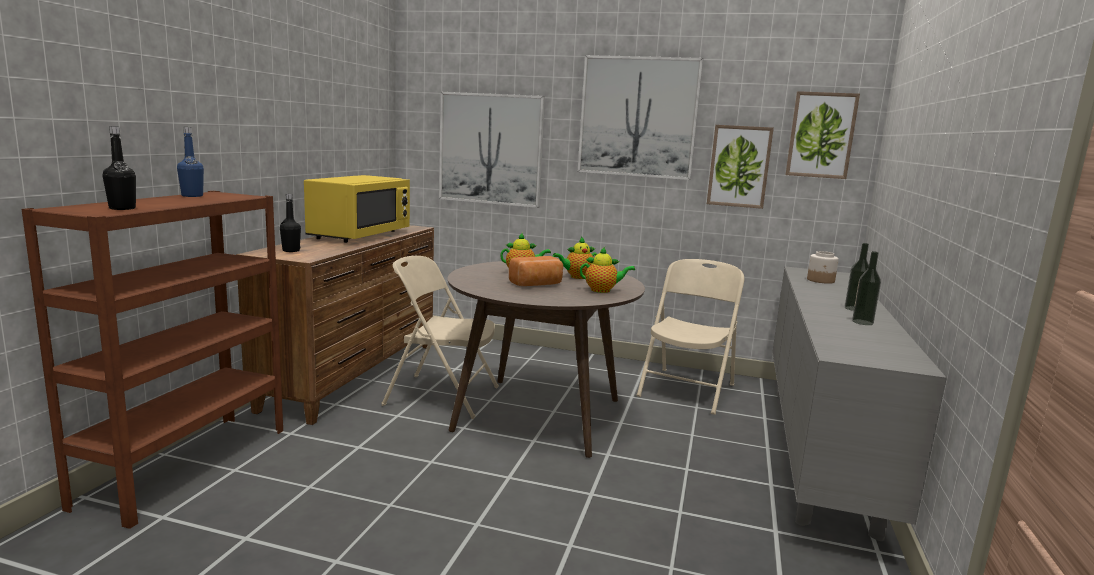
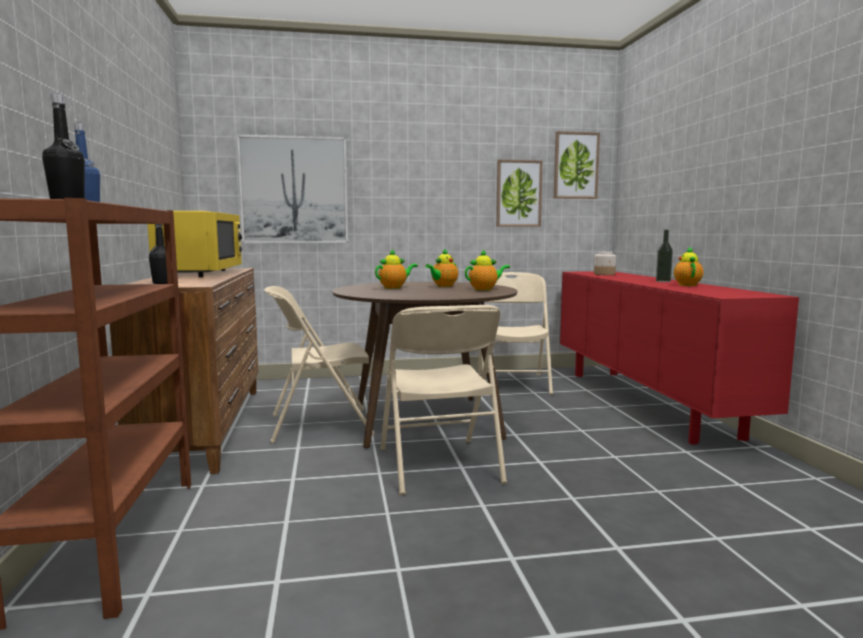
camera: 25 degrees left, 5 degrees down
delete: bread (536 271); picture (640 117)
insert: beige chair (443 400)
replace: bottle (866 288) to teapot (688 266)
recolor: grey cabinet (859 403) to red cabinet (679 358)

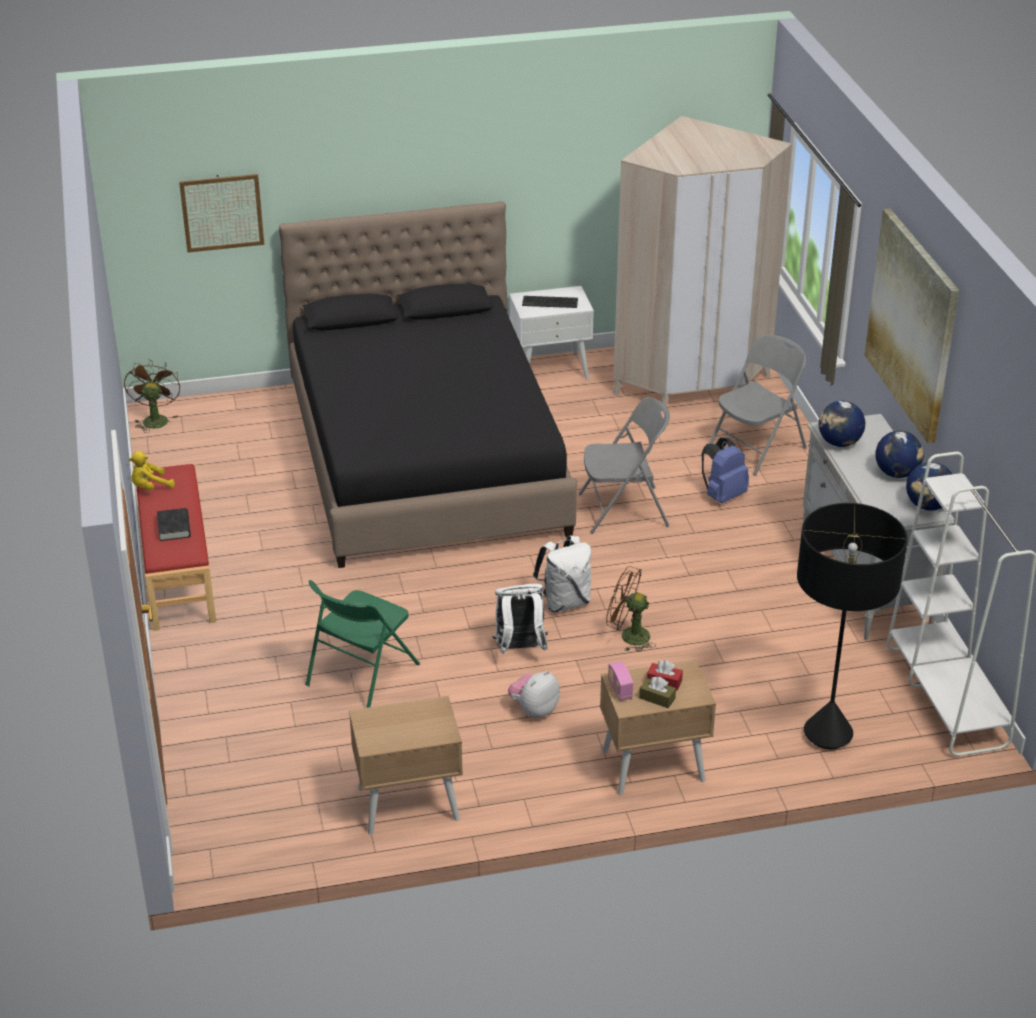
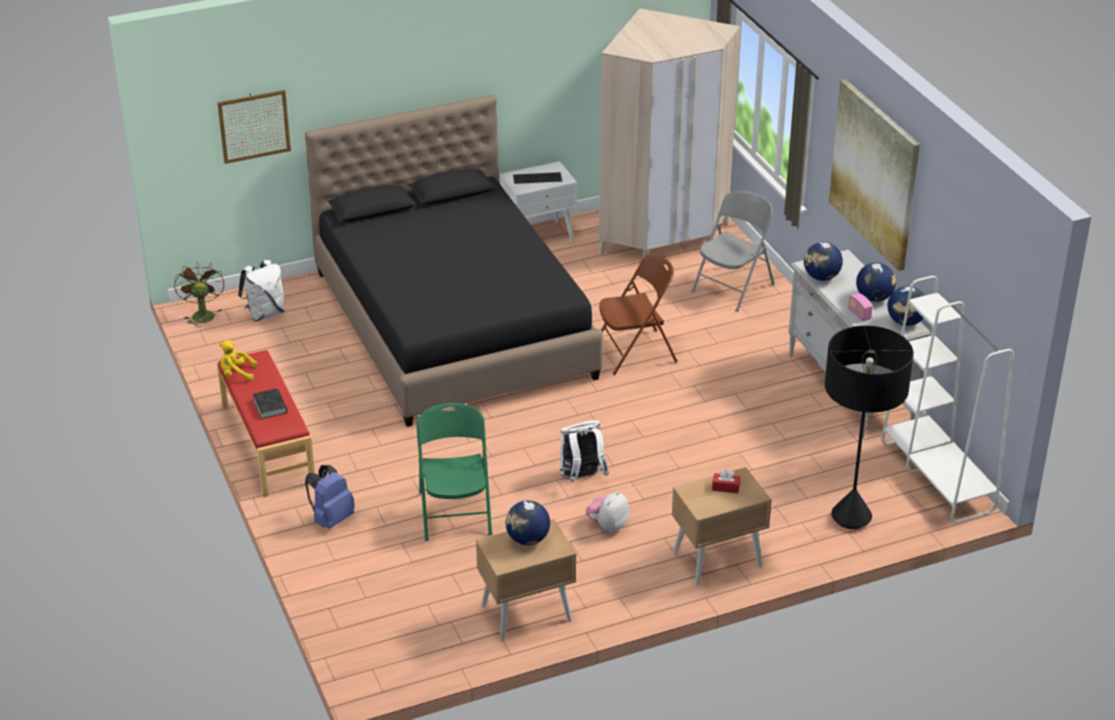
camera: 10 degrees left, 0 degrees up
delete: brown fan (631 609); brown tissue box (657 692)
insert: globe (528 522)
move: white backpack (562 574) to (261 290); radio (620 681) to (860 307); blue backpack (725 470) to (330 497)
recolor: grey chair (624 465) to brown chair (638 314)
rotate: yellow plush toy (151 471) = (238 360) 45 degrees clockwise; green chair (362 644) = (454 472) 150 degrees clockwise

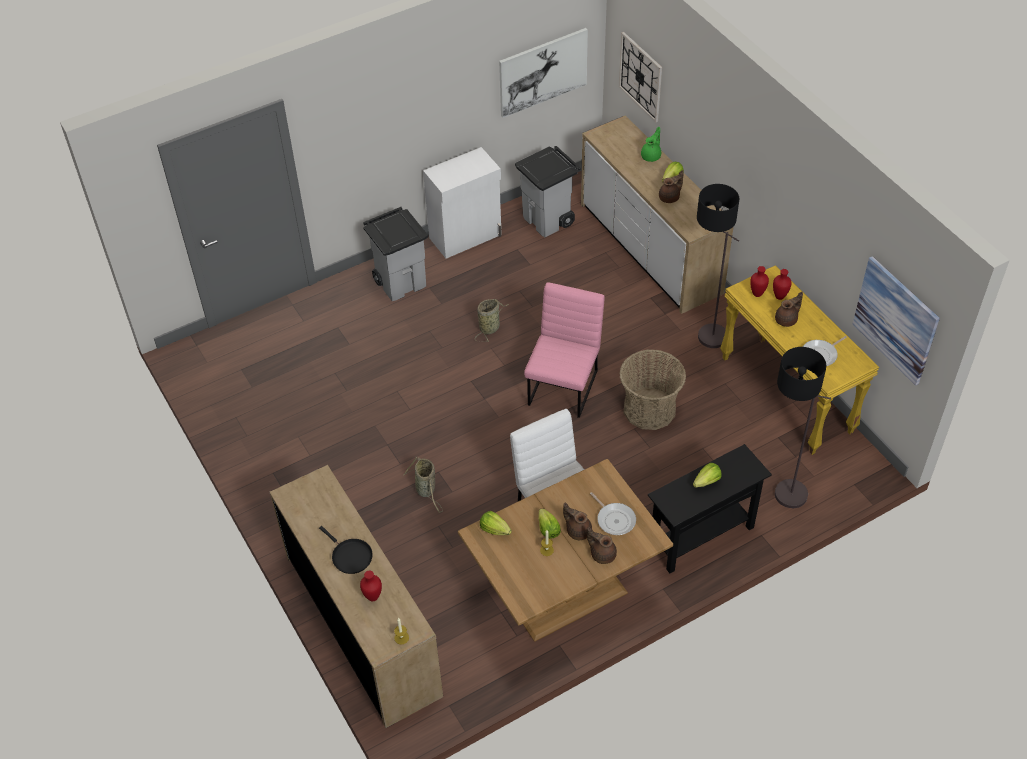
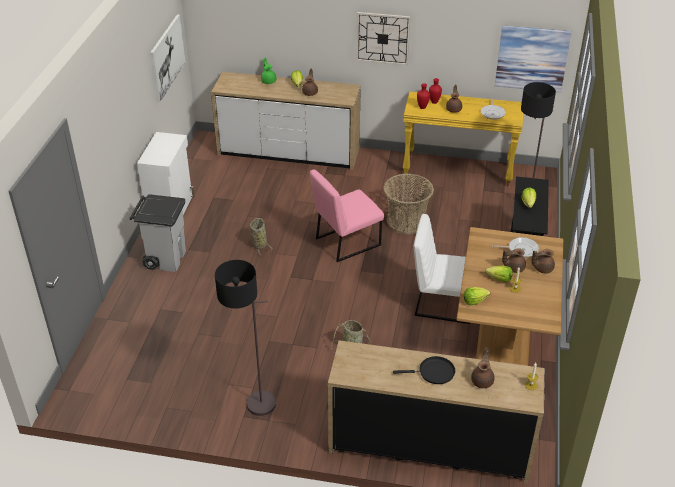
camera: 50 degrees left, 10 degrees down
delete: grey trash can (548 191)
move: wall clock (640 77) to (383 39); black floor lamp (718 266) to (245 338)
replace: red vase (371 586) to brown teapot (483 368)
rotate: pink chair (564 350) = (347 215) 90 degrees counterclockwise

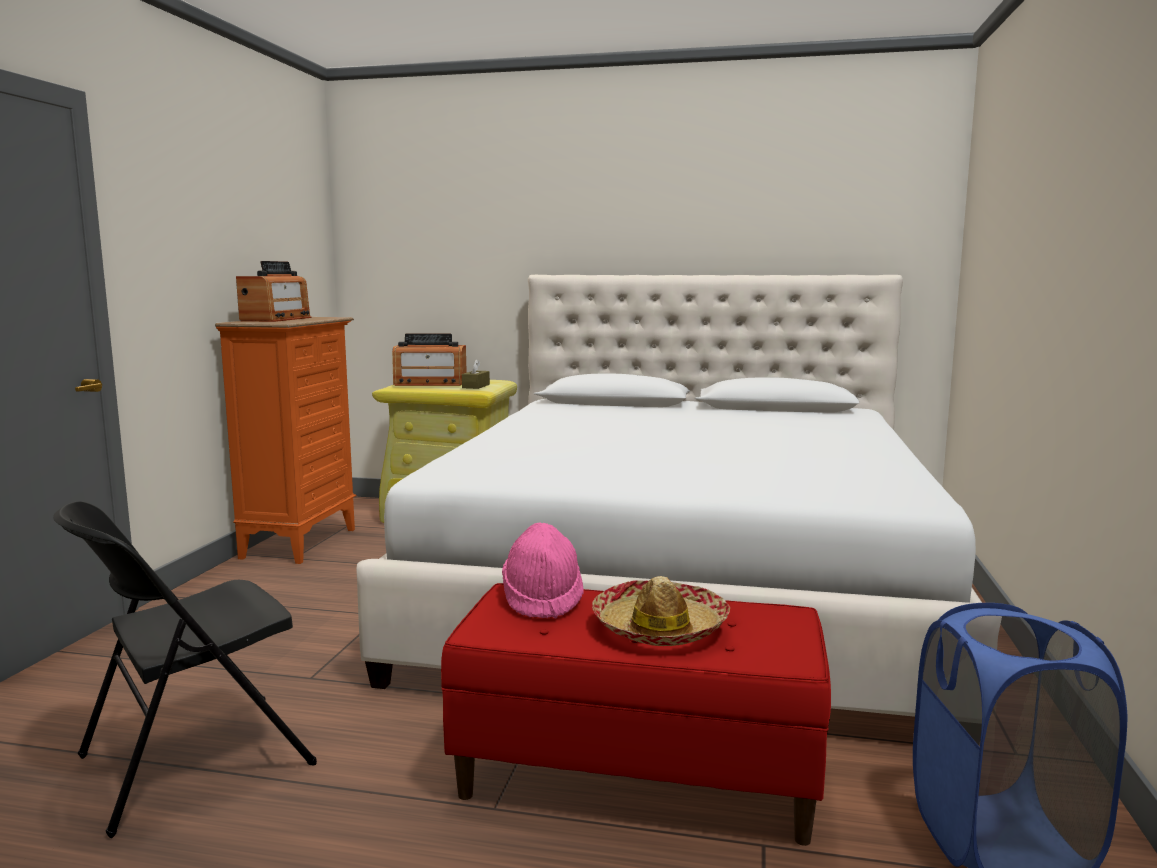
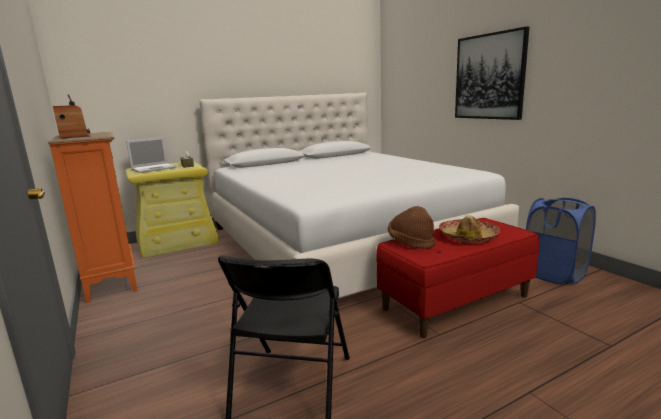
camera: 40 degrees left, 5 degrees up
insert: picture (492 73)
replace: radio (429 359) to laptop (151 155)
recolor: pink hat (543 570) to brown hat (412 227)

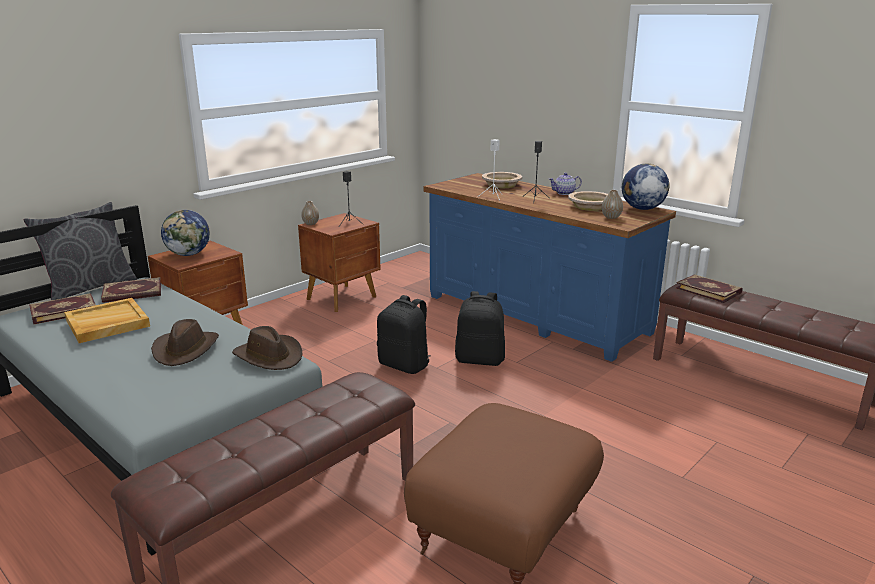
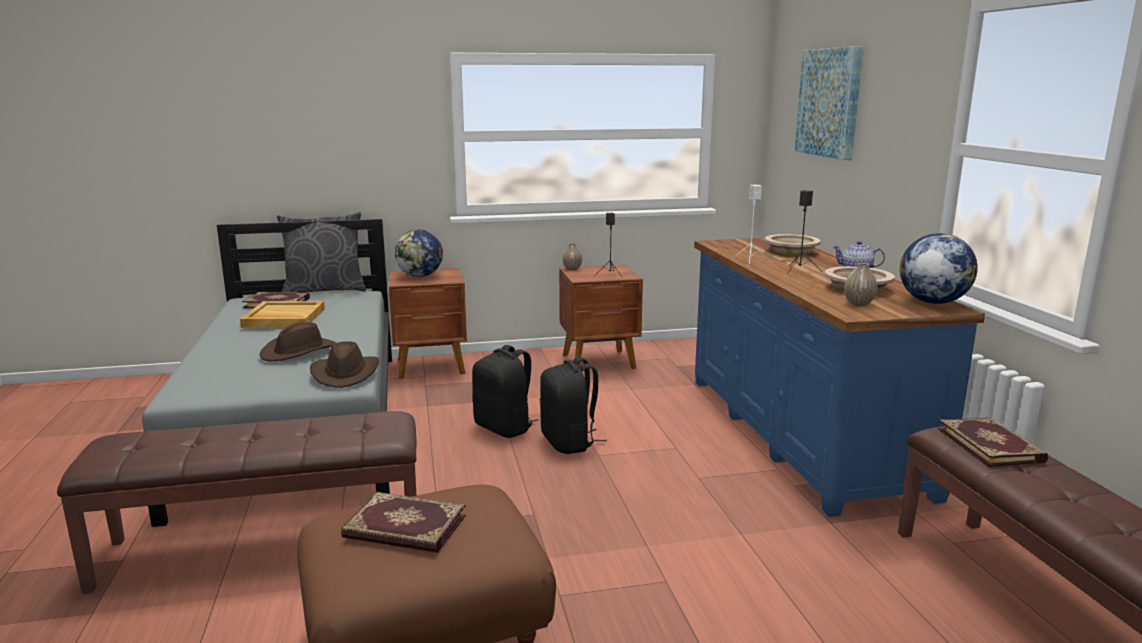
camera: 35 degrees right, 5 degrees down
insert: picture (829 103)
move: book (131 290) to (403 522); black backpack (480 328) to (505 391)

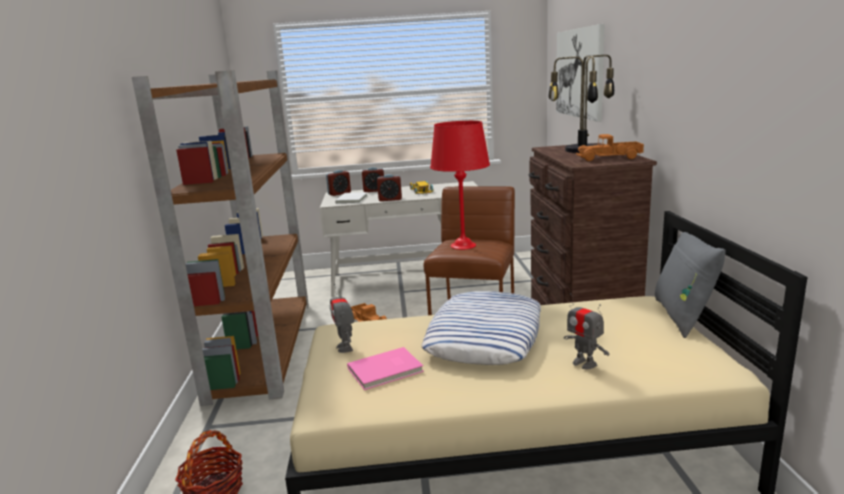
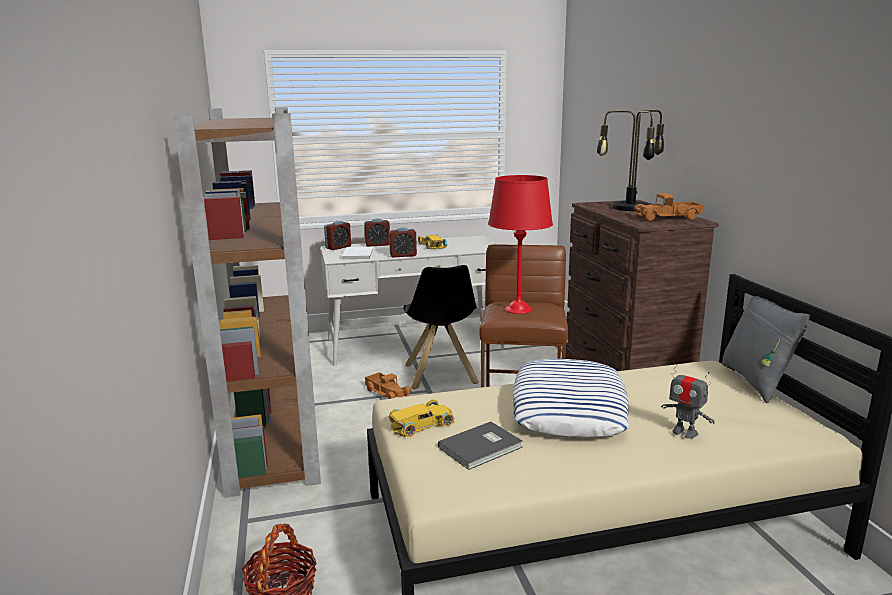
camera: 10 degrees left, 0 degrees up
delete: picture (580 73)
insert: black chair (441 327)
replace: toy robot (342 318) to yellow toy car (422 418)
recolor: pink book (385 368) to grey book (480 446)

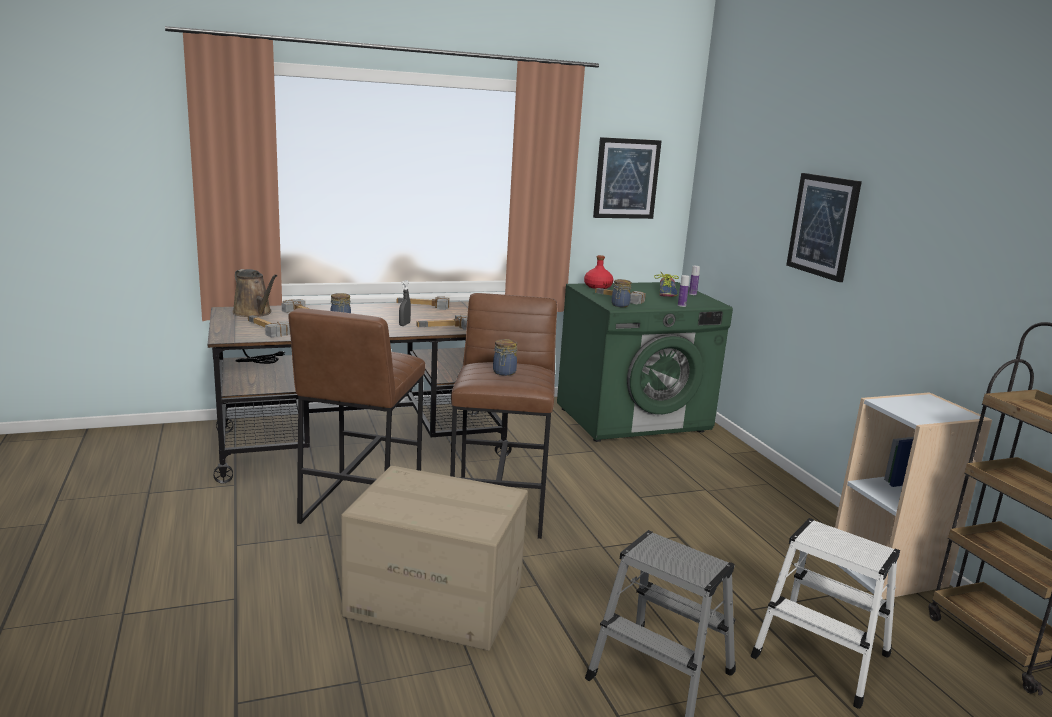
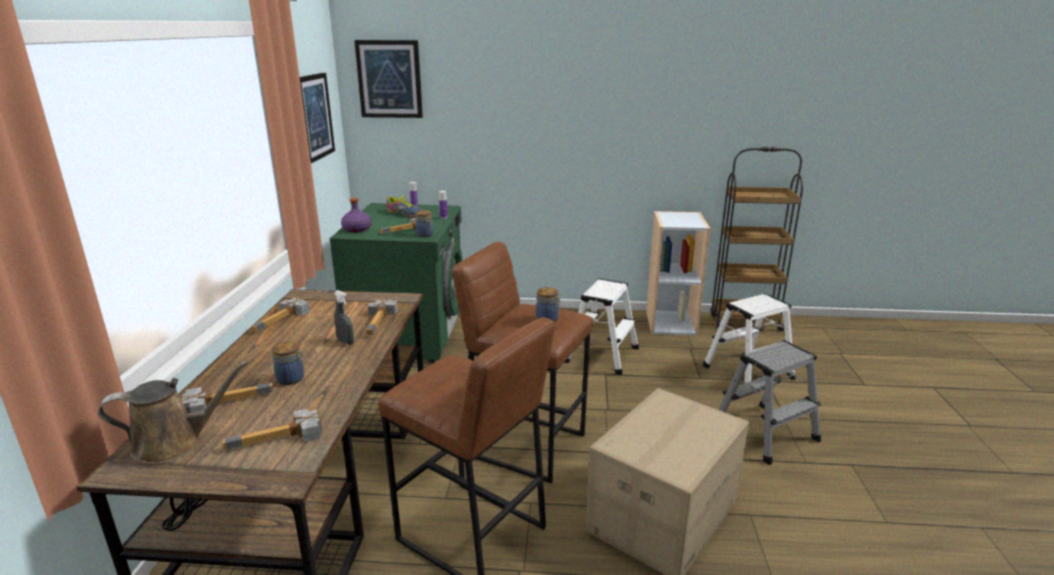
camera: 65 degrees left, 5 degrees up
insert: white step ladder (601 326)
move: picture (824 227) to (388 79)
recolor: red bottle (598 272) to purple bottle (356 215)

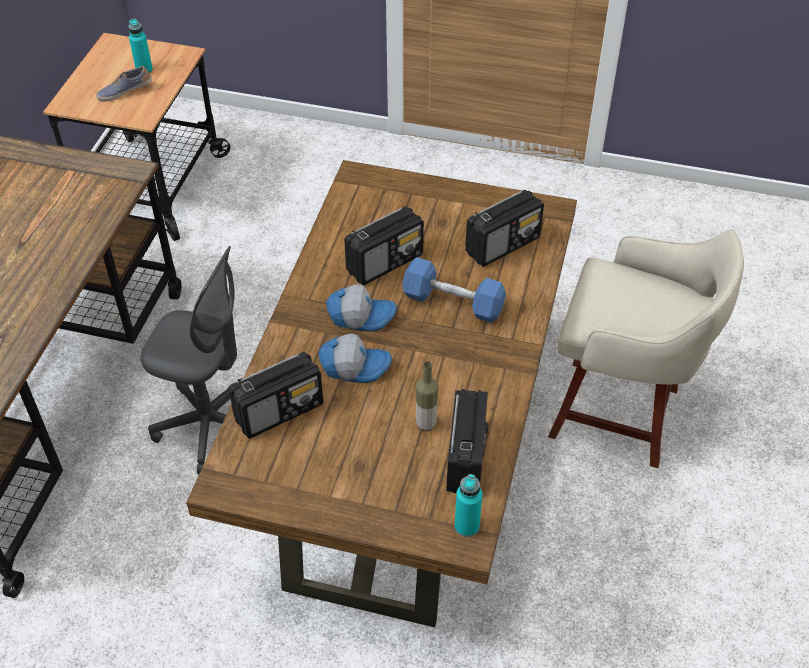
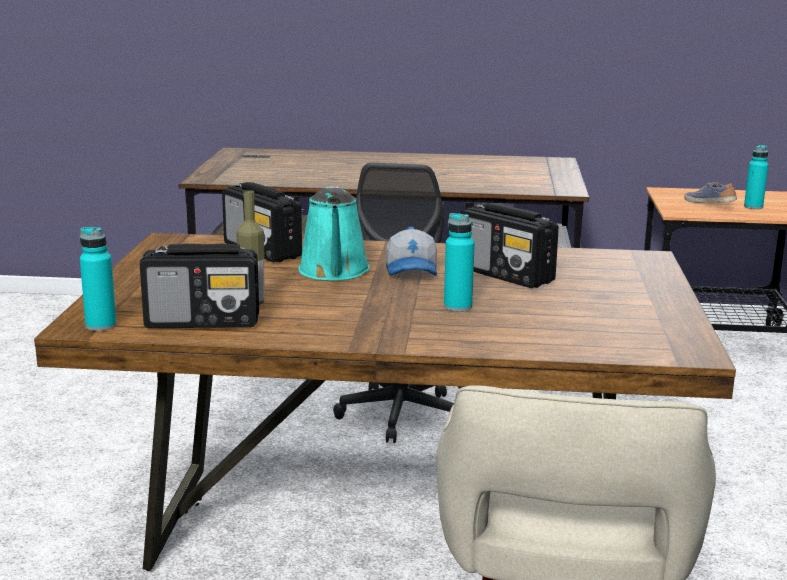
camera: 80 degrees right, 30 degrees down
delete: radio (504 228)
replace: cap (355 358) to turquoise watering can (334 233); blue dumbbell (454 290) to turquoise bottle (459 262)

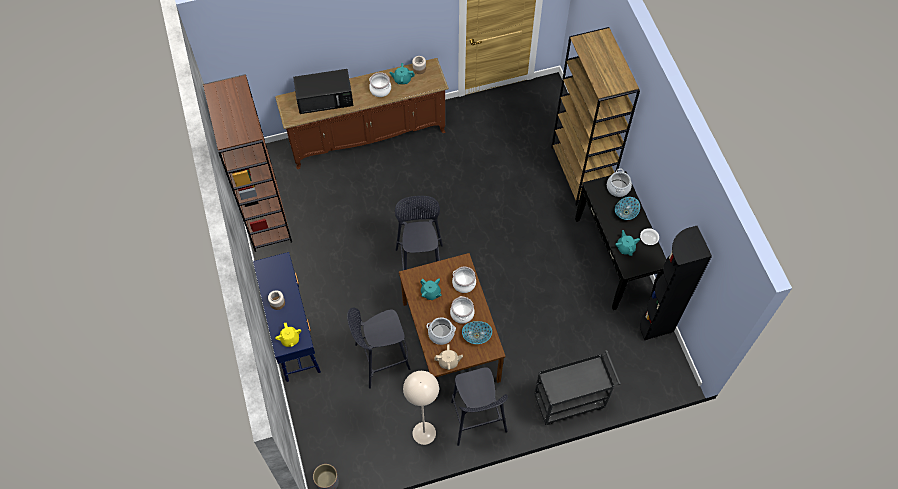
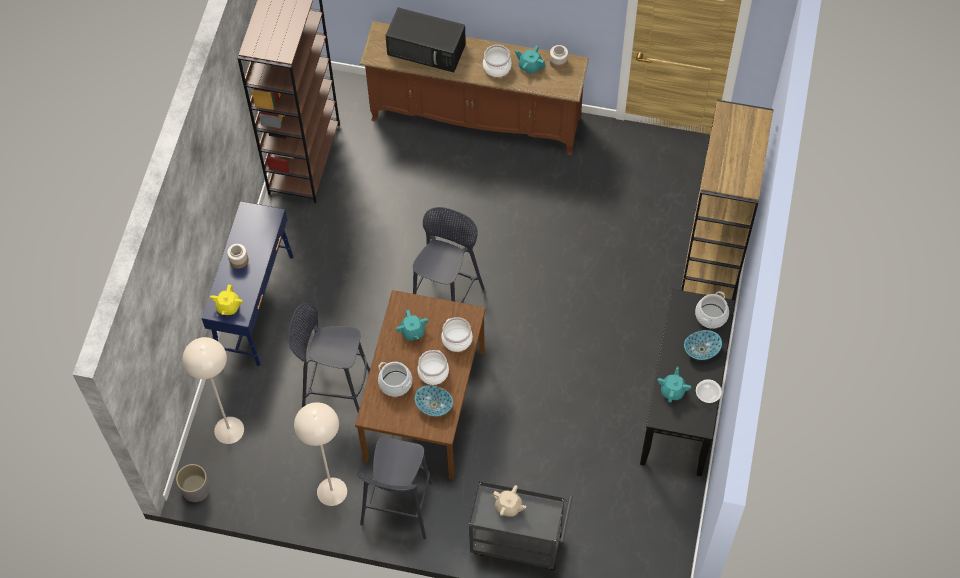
camera: 30 degrees right, 0 degrees up
delete: black bookcase (676 283)
insert: beige floor lamp (213 390)
move: beige teapot (448 357) to (509 501)

